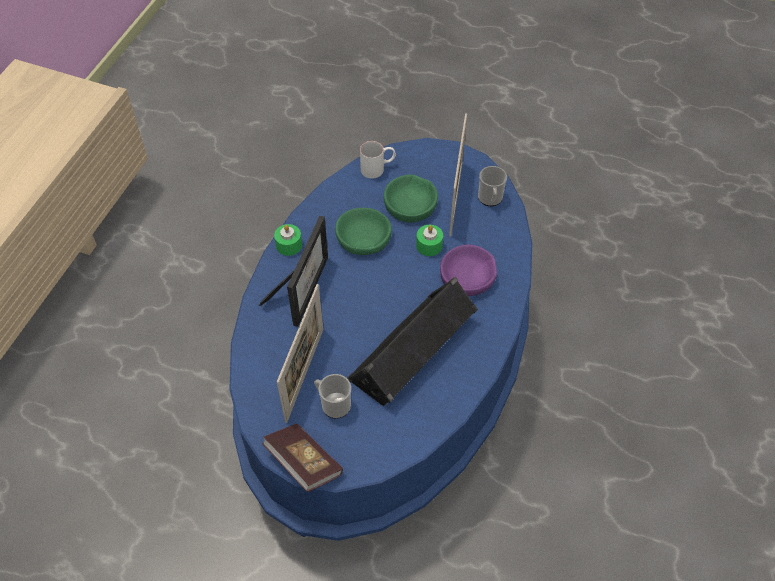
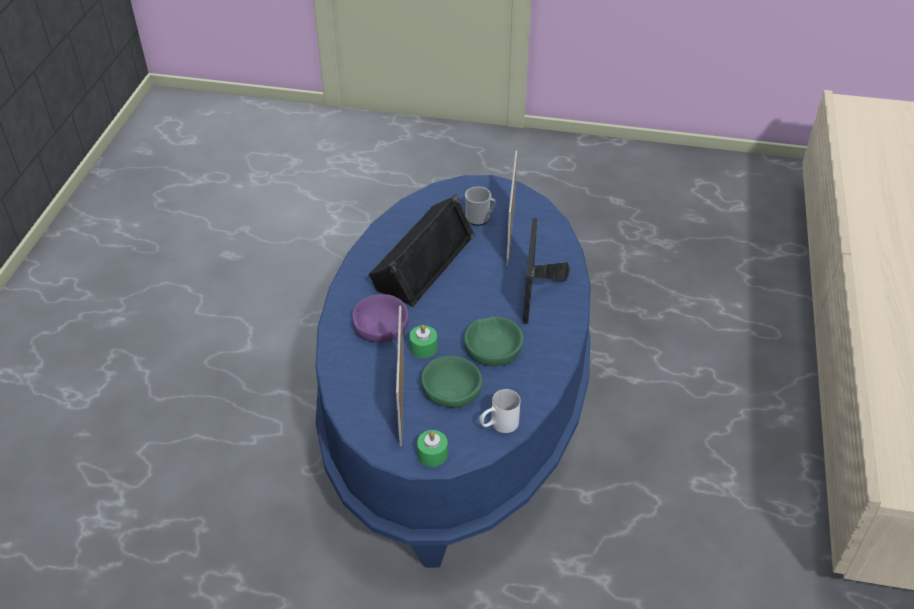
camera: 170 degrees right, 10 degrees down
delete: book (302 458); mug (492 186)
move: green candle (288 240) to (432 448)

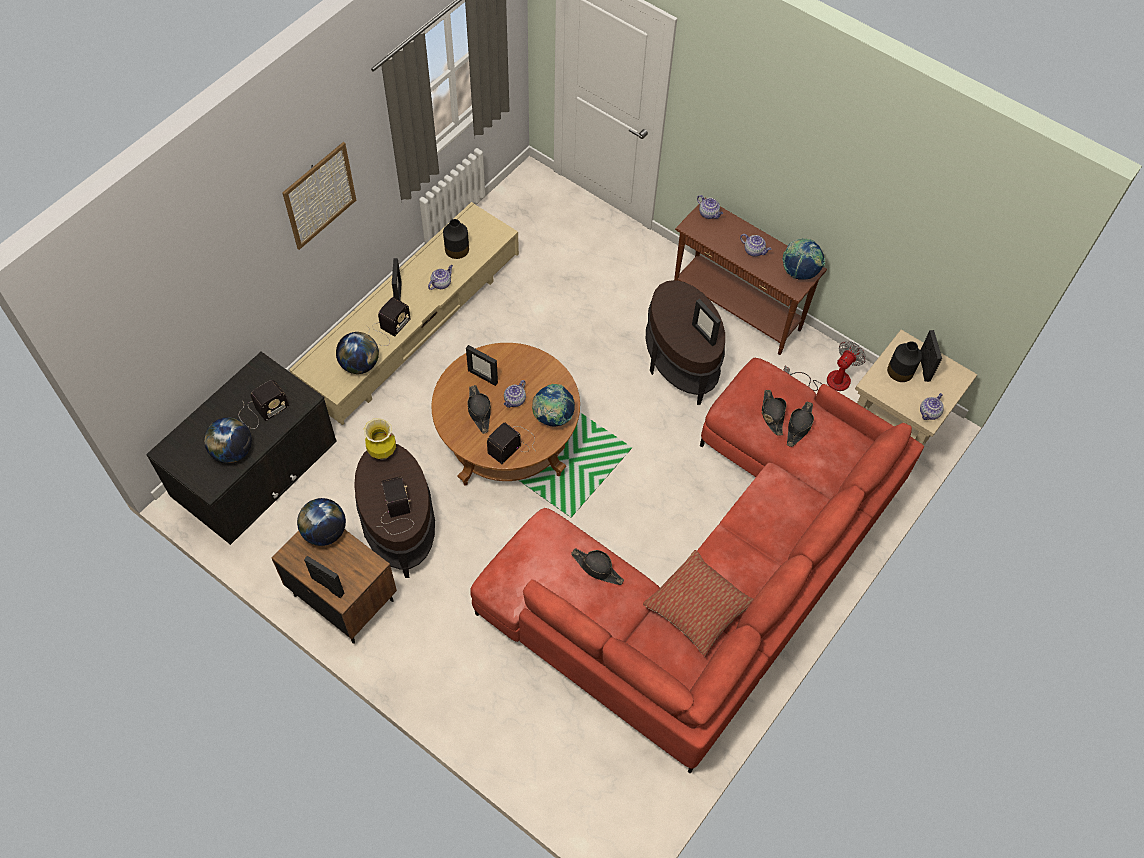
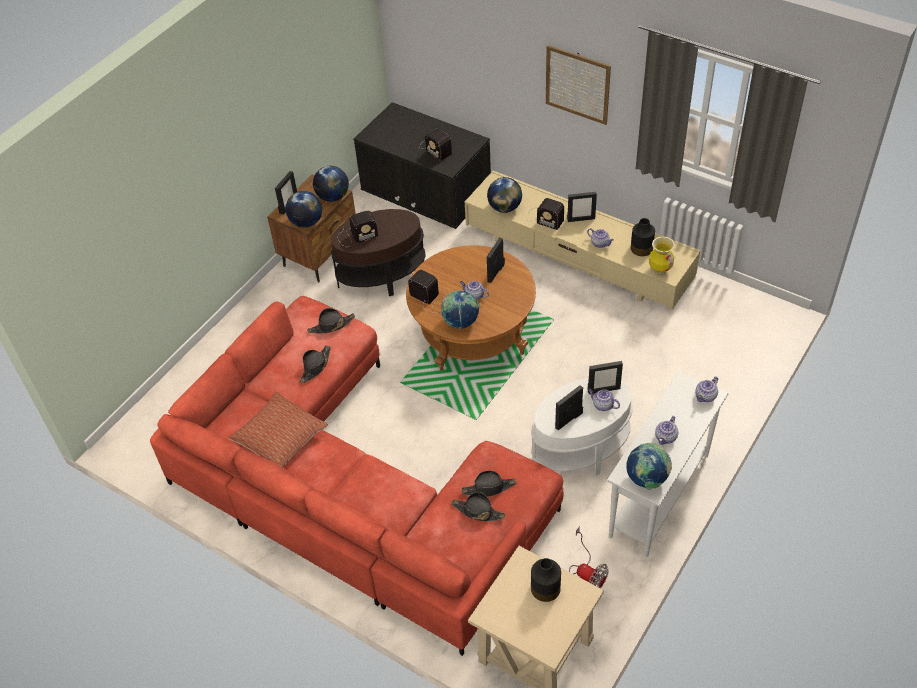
camera: 90 degrees right, 10 degrees down
move: globe (228 440) to (304 209); vase (380 439) to (662 256); black hat (479 409) to (331 321); picture frame (931 356) to (605 377); teapot (932 406) to (604 399)
recolor: brown side table (685 342) to white side table (582 427); brown console table (750 276) to white console table (668 464)

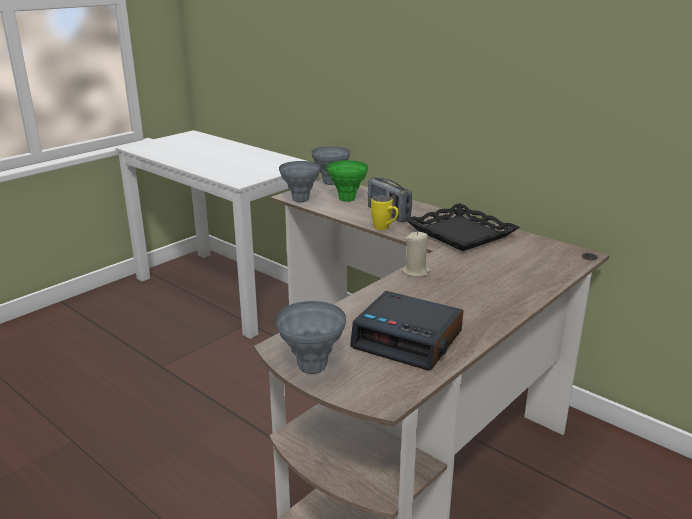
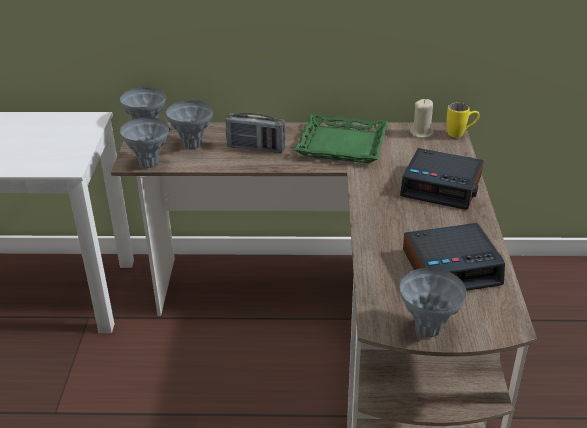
camera: 40 degrees left, 10 degrees up
insert: alarm clock (442 179)
move: yellow mug (384 212) to (463 120); beige candle (416 254) to (422 118)
recolor: green vase (347 181) to grey vase (189 124); black tray (462 227) to green tray (341 138)

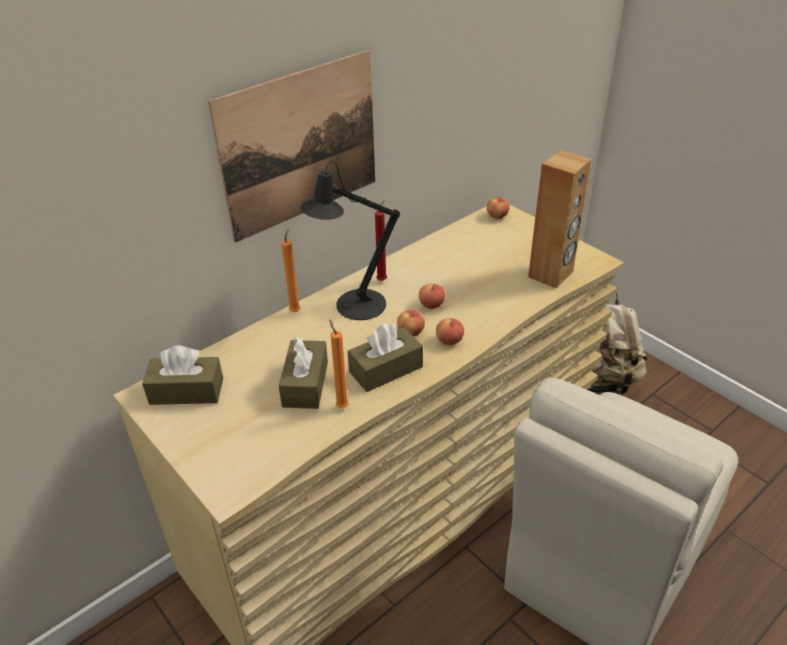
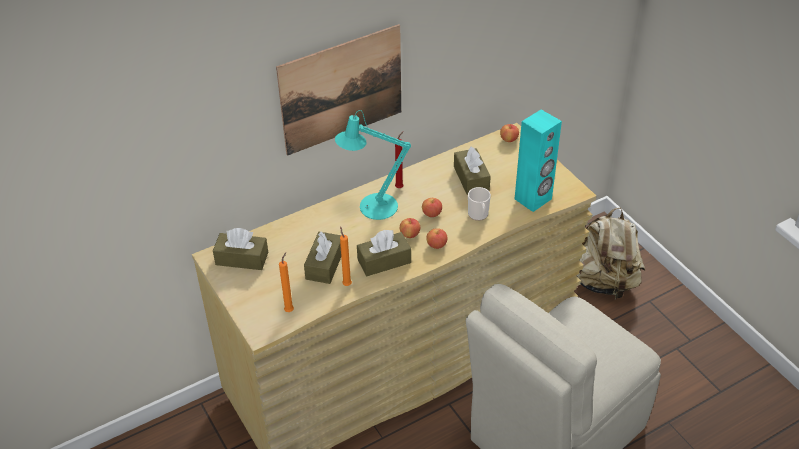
camera: 10 degrees right, 5 degrees up
insert: brown tissue box (472 171); mug (479 204)
move: orange candle (291 270) to (286 282)
recolor: black table lamp (350 240) to turquoise table lamp (373 165); brown speaker (560 219) to turquoise speaker (538 161)

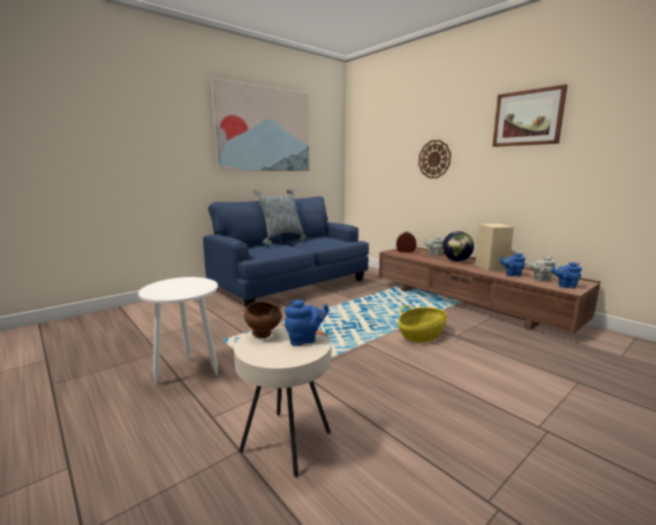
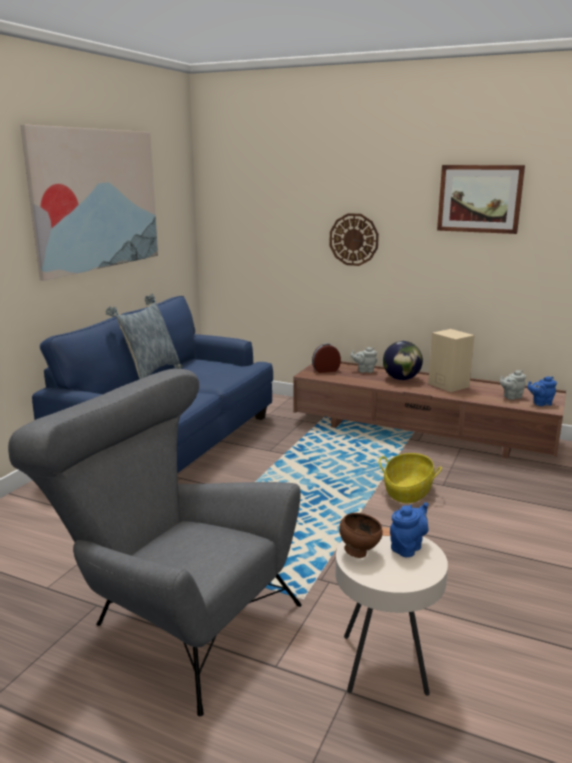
camera: 25 degrees left, 5 degrees up
delete: blue teapot (512 264)
replace: white side table (178 331) to grey armchair (155 542)

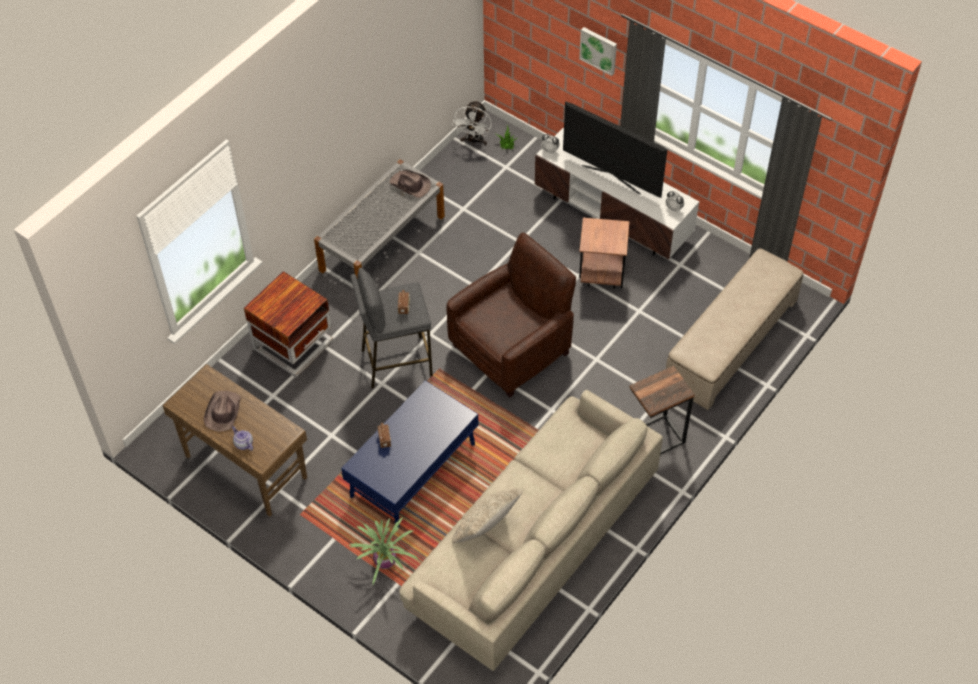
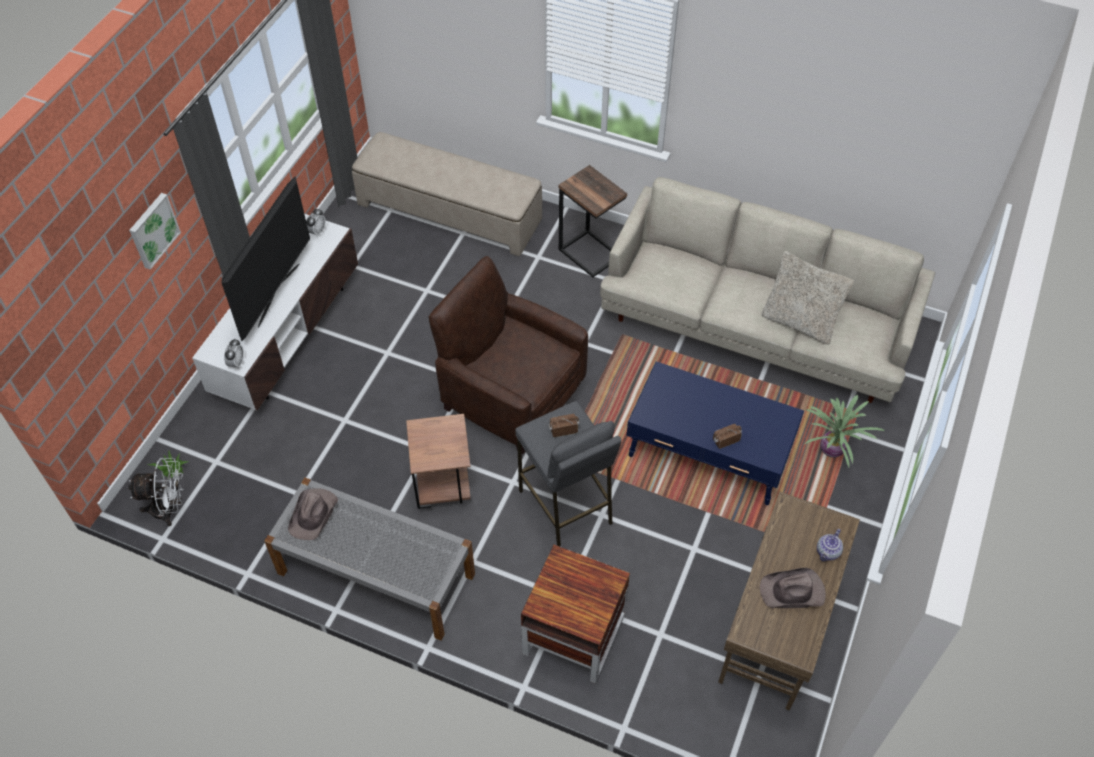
camera: 105 degrees left, 0 degrees up
move: brown side table (604 253) to (438 461)

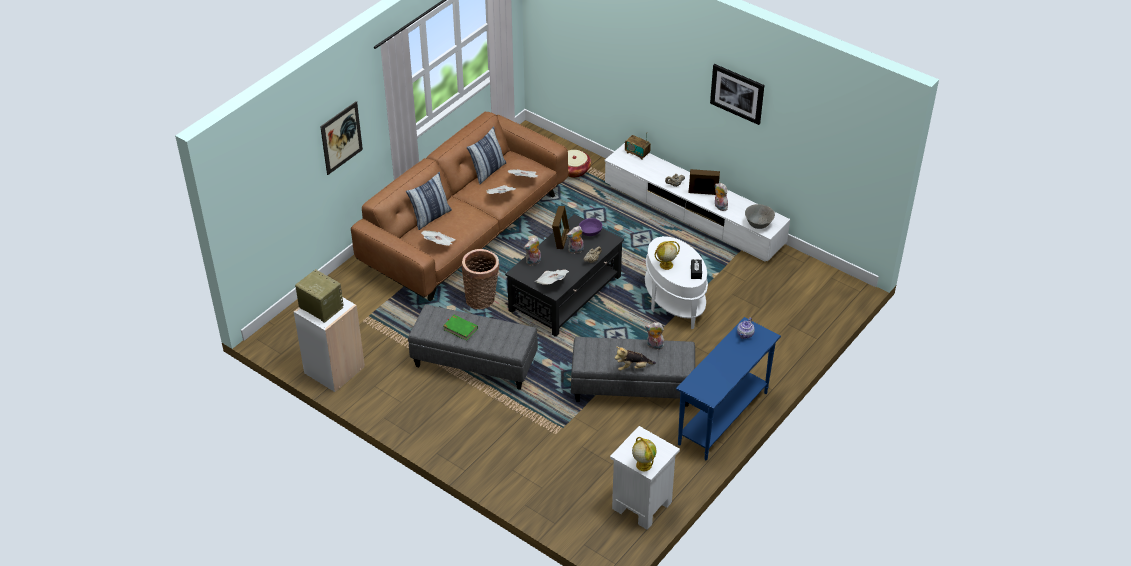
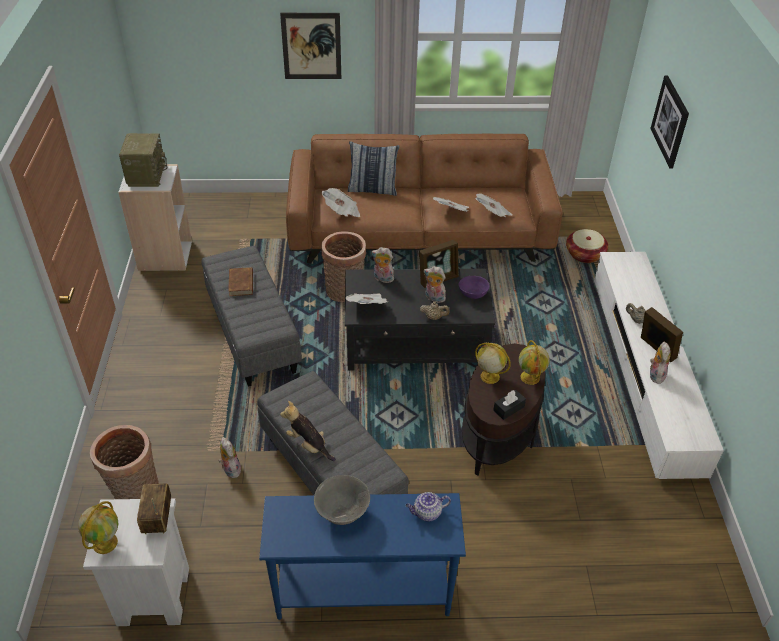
camera: 50 degrees right, 0 degrees up
delete: pillow (486 155)
insert: basket (124 462); globe (534 362)
move: radio (638 147) to (154 508); plush toy (654 336) to (229 457); picture (737 94) to (669 122); grey bowl (760 216) to (342 500)
recolor: green book (460 328) to brown book (240 281); white side table (676 282) to brown side table (503 409)

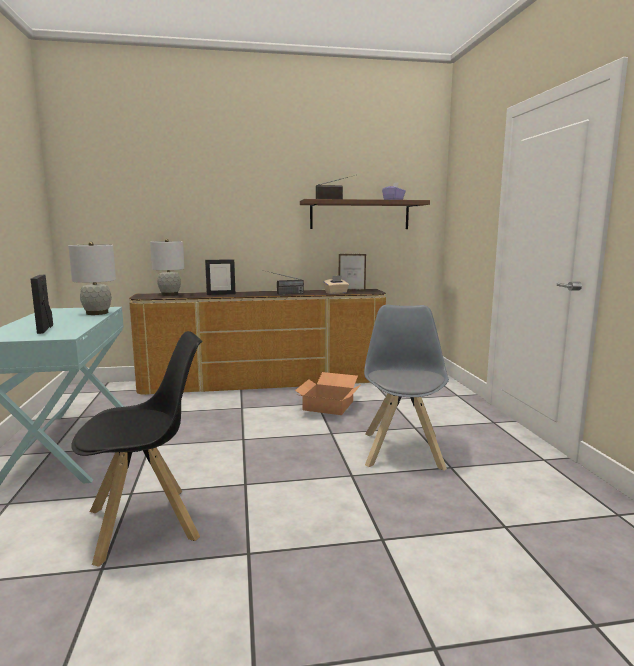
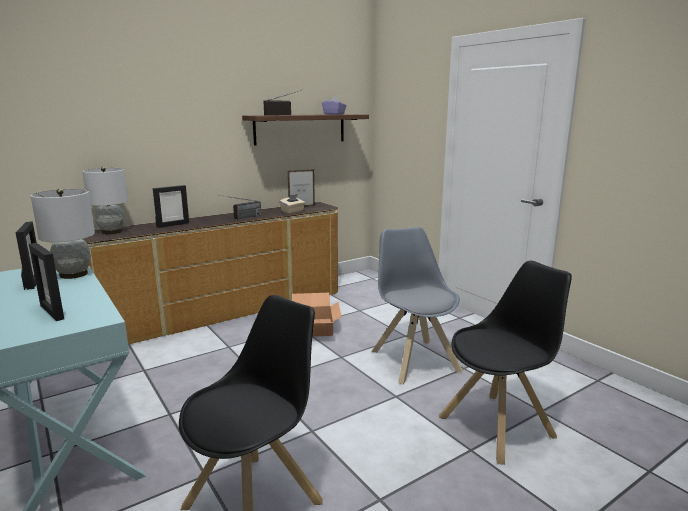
camera: 25 degrees left, 5 degrees up
insert: picture frame (26 255); black chair (505 363)

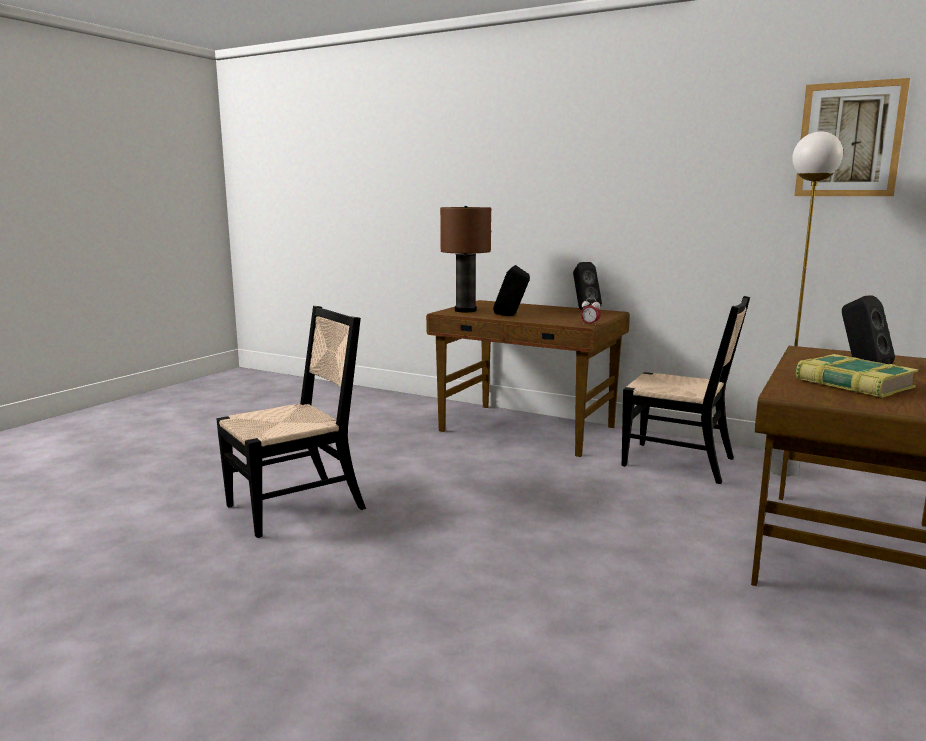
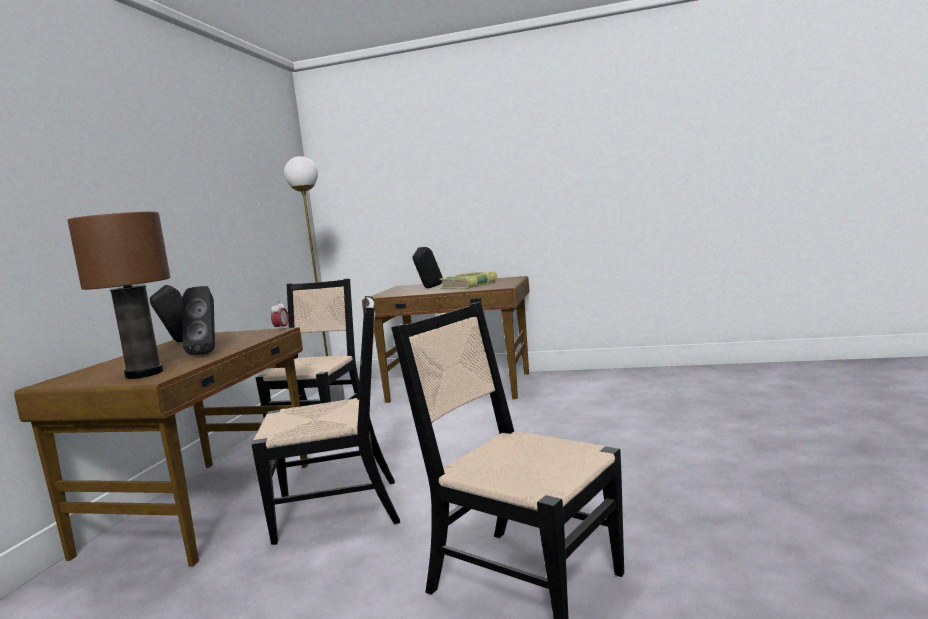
camera: 105 degrees left, 5 degrees down
delete: picture (852 137)
insert: chair (325 420)

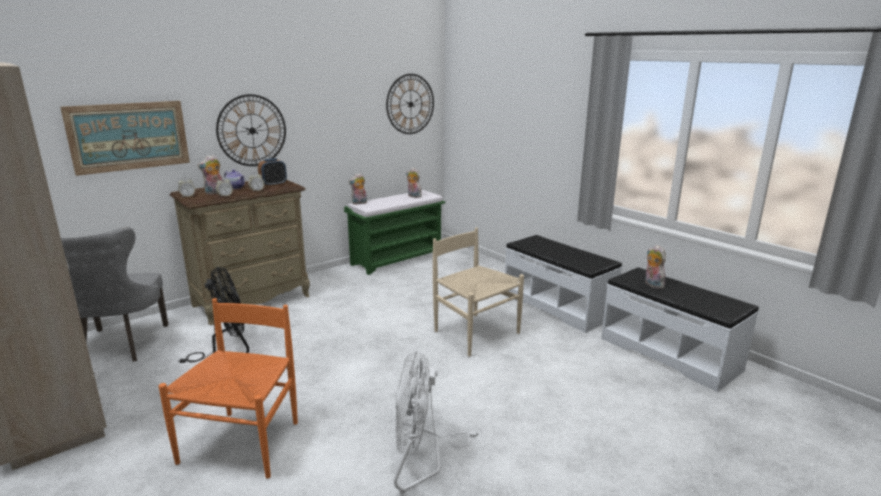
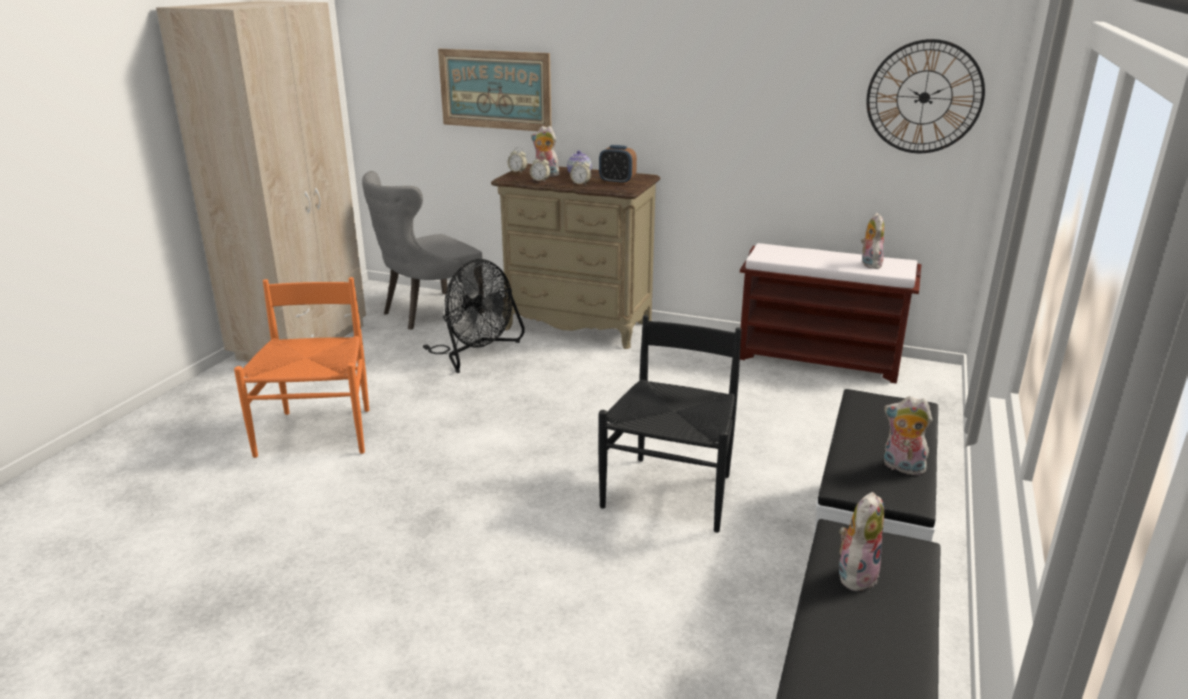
camera: 60 degrees right, 5 degrees up
delete: wall clock (251 130); white fan (435 423)
move: plush toy (357 189) to (908 435)
recolor: green bench (394 232) to brown bench (831 313); beige chair (478 291) to black chair (670 424)
rotate: orange chair (228 388) = (301 367) 75 degrees counterclockwise

